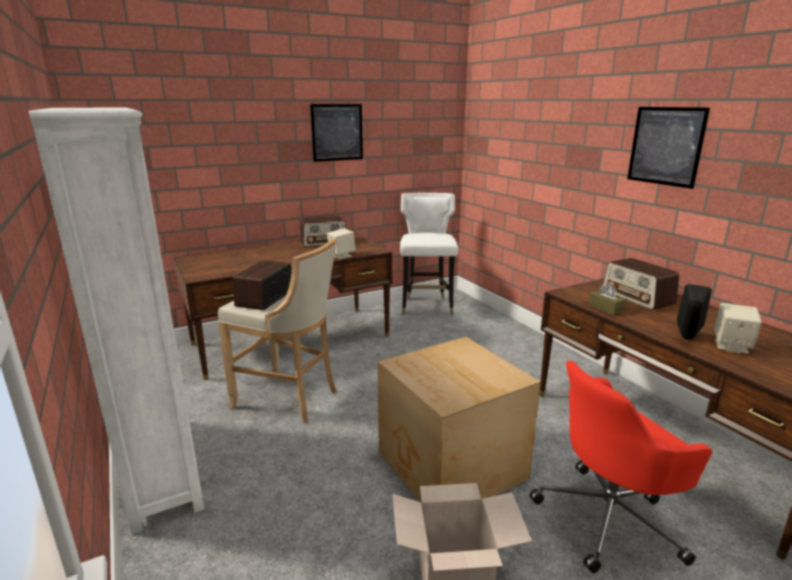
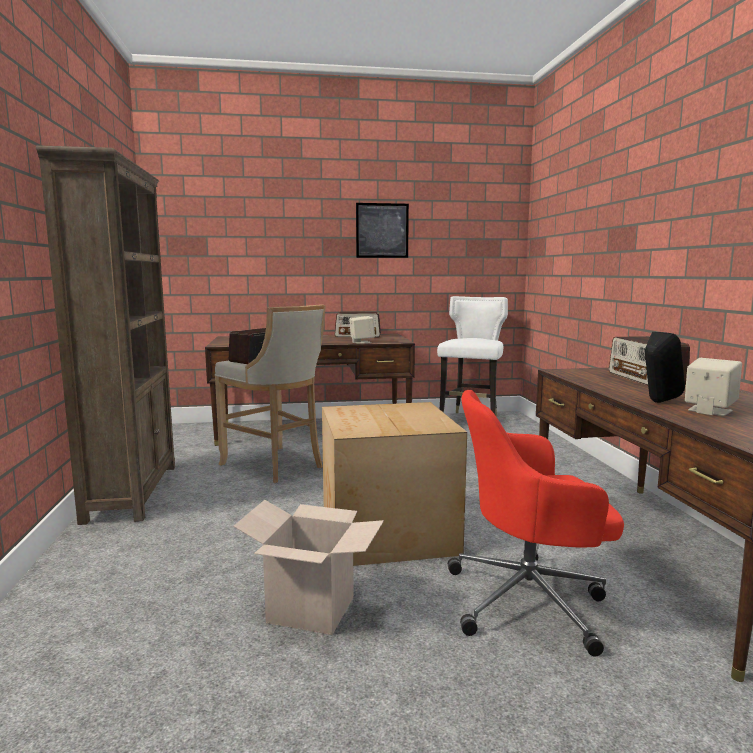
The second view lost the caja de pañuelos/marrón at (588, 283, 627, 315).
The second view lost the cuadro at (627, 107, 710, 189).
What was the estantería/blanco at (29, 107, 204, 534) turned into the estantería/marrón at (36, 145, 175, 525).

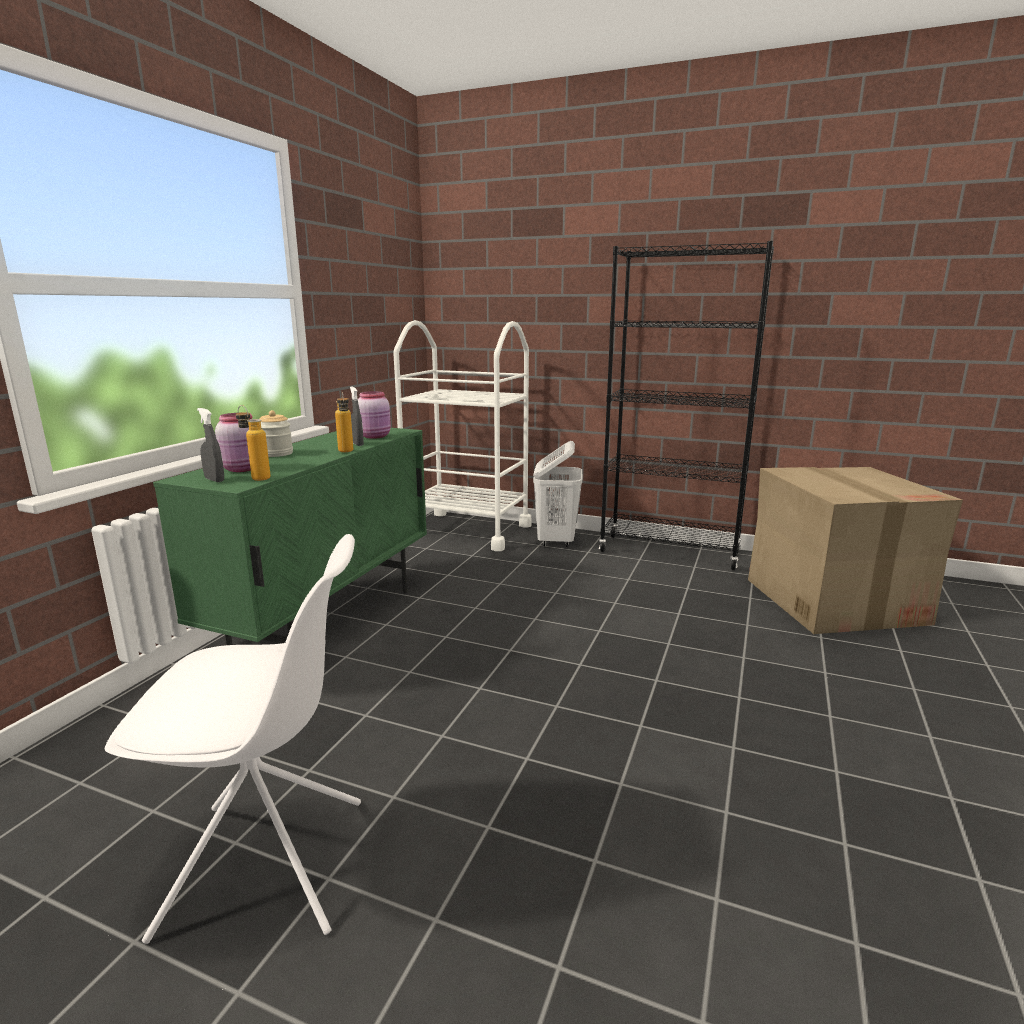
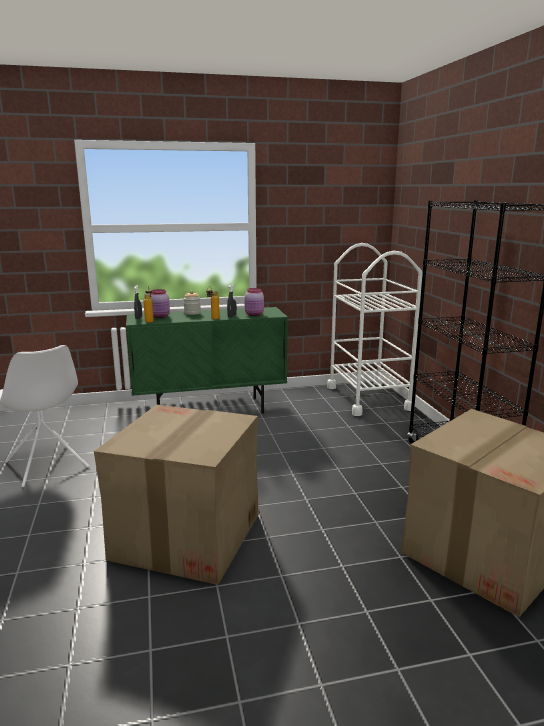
The second view lost the cesto de la ropa/blanco at (533, 441, 582, 547).
The second view gained the caja de cartón at (94, 405, 259, 585).

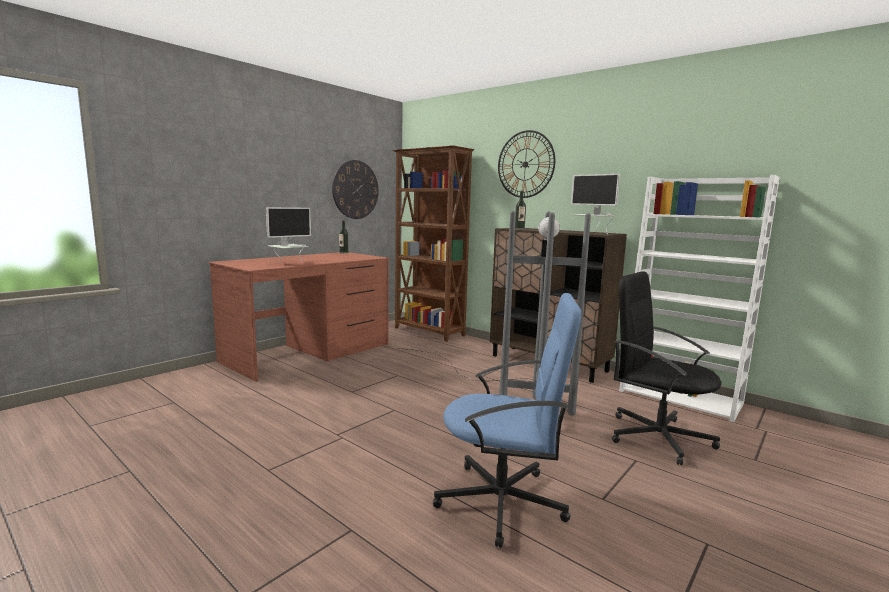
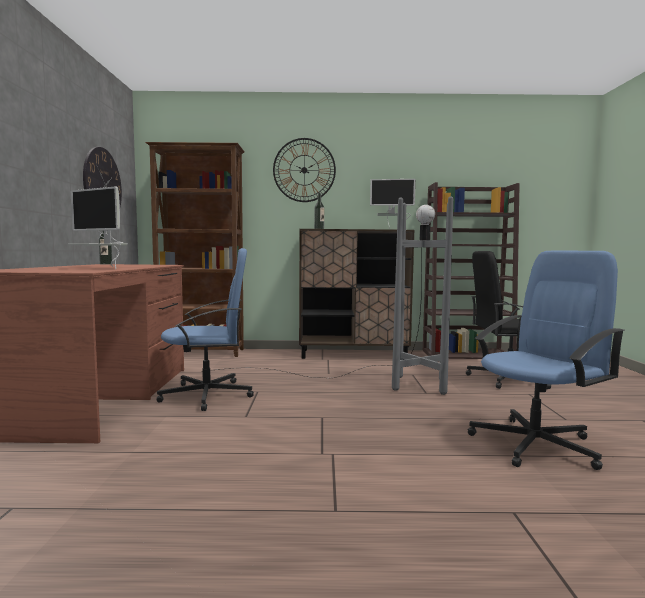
The second view gained the silla de oficina/azul at (156, 248, 254, 411).
What was the estantería/blanco at (619, 175, 780, 422) turned into the estantería/marrón at (423, 182, 520, 359).
The monitor at (266, 207, 311, 262) ended up facing another way, 120 degrees clockwise from before.

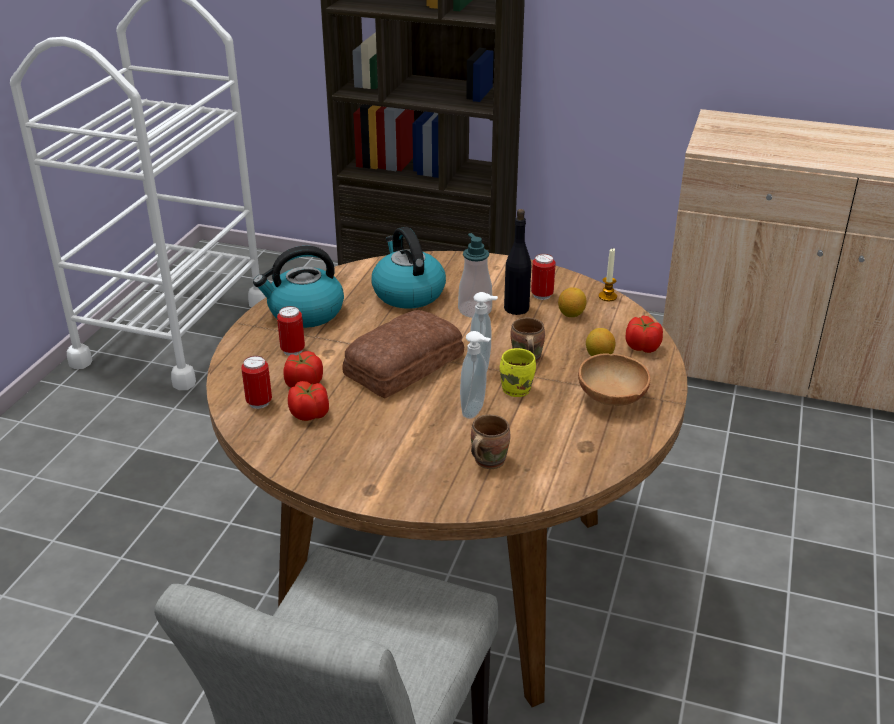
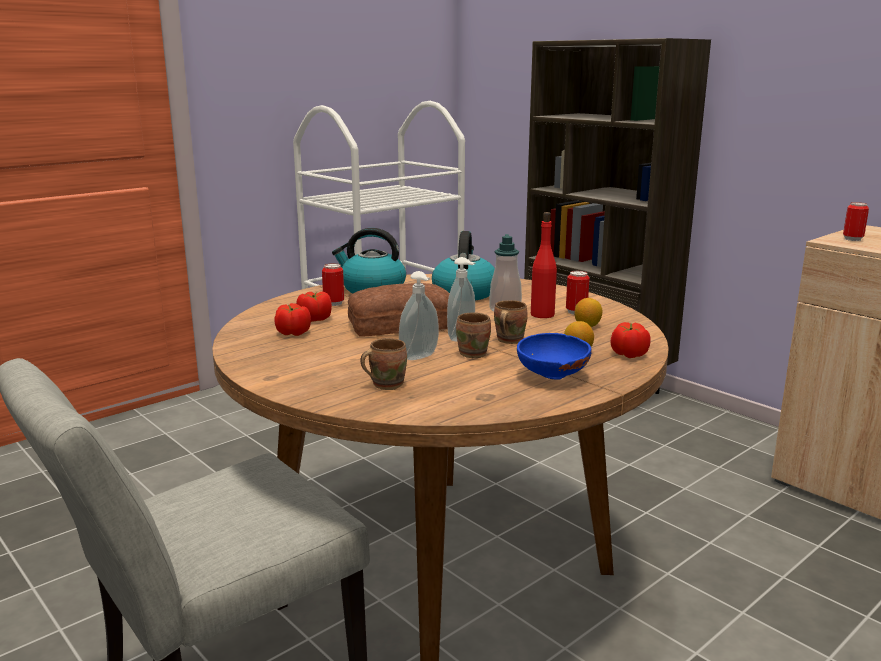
The second view lost the vela at (599, 248, 617, 301).
The lata ended up elsewhere, having gone from (241, 356, 272, 409) to (843, 202, 869, 241).
What was the taza grande/amarillo at (500, 348, 536, 397) turned into the taza grande/marrón at (456, 312, 491, 358).
What was the botella/negro at (504, 209, 531, 315) turned into the botella/rojo at (531, 212, 557, 318).
What was the cuenco/marrón at (578, 353, 650, 406) turned into the cuenco/azul at (517, 333, 591, 380).

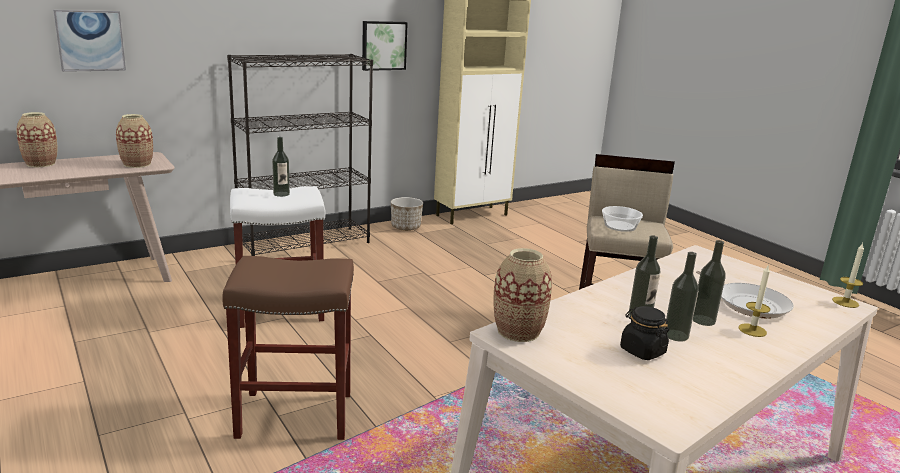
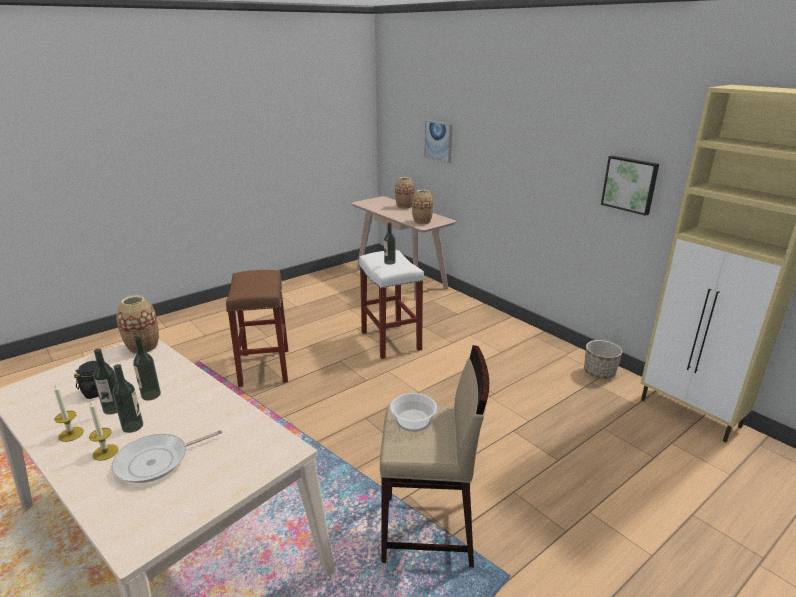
The second view lost the estantería/negro at (227, 54, 373, 256).
The vela ended up elsewhere, having gone from (832, 243, 864, 308) to (54, 385, 84, 442).

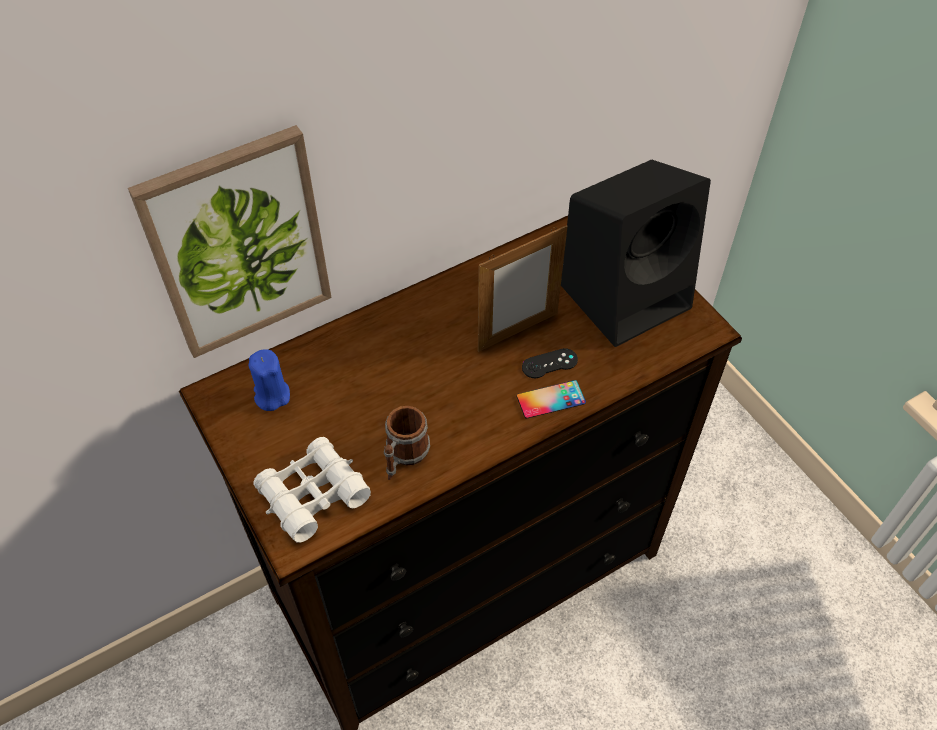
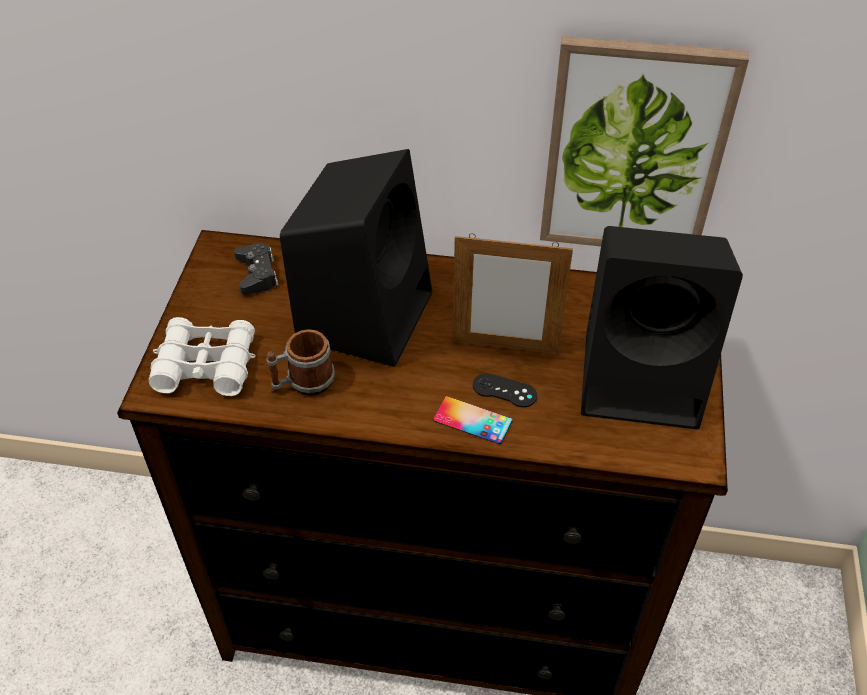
The second view gained the altavoz/negro at (280, 149, 432, 367).
The cuadro ended up elsewhere, having gone from (128, 125, 332, 358) to (540, 36, 749, 246).
Where the vela/azul stood at (249, 349, 290, 411), the mando de consola/negro came to stand at (234, 243, 278, 294).

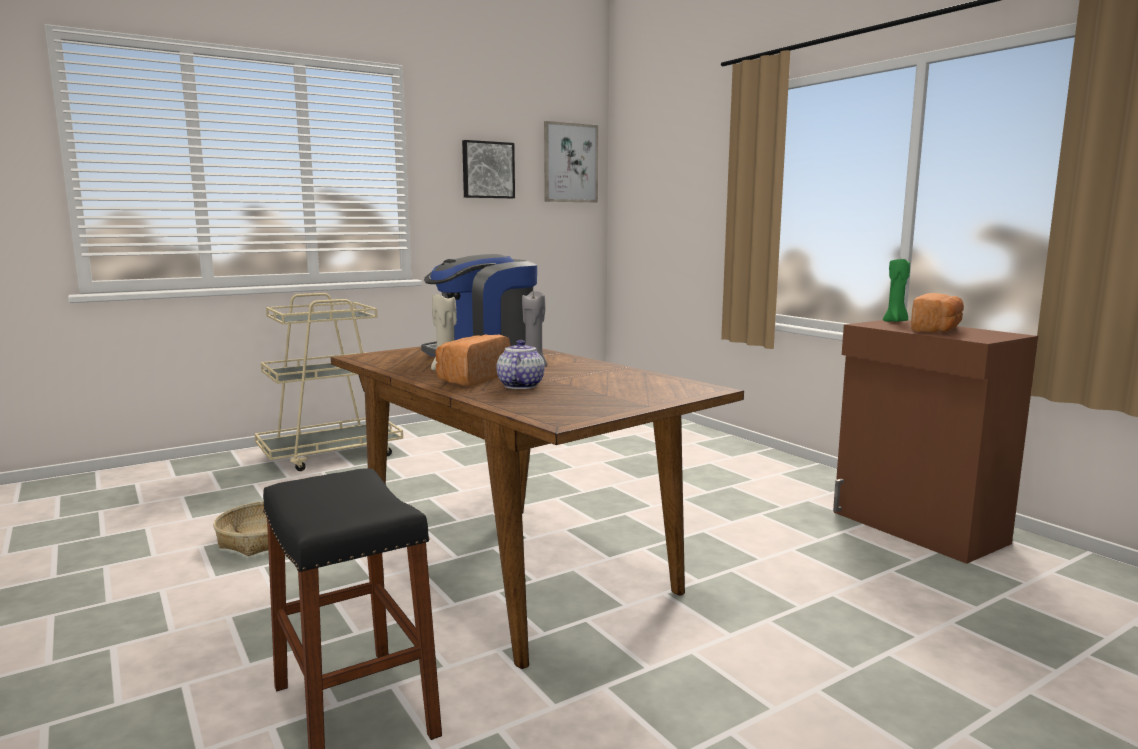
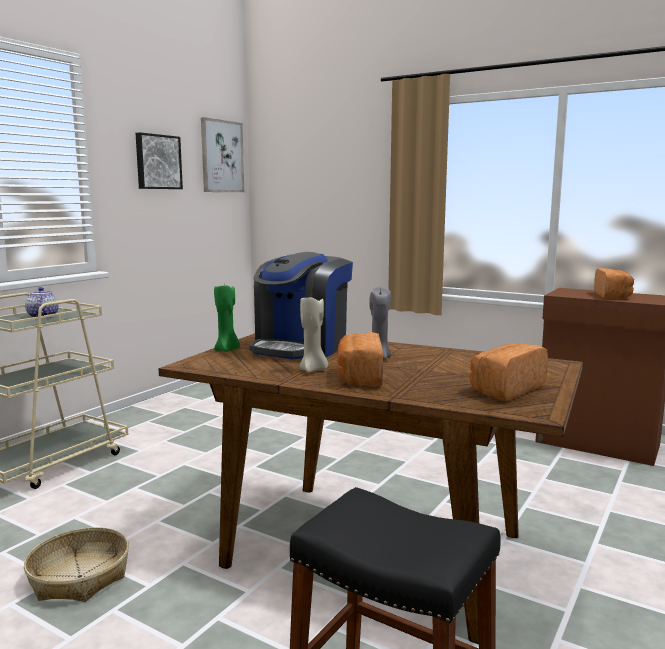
The second view gained the pan at (470, 343, 548, 401).
The tetera ended up elsewhere, having gone from (496, 340, 545, 389) to (25, 287, 59, 318).
The vela/verde ended up elsewhere, having gone from (883, 259, 910, 322) to (214, 284, 240, 352).

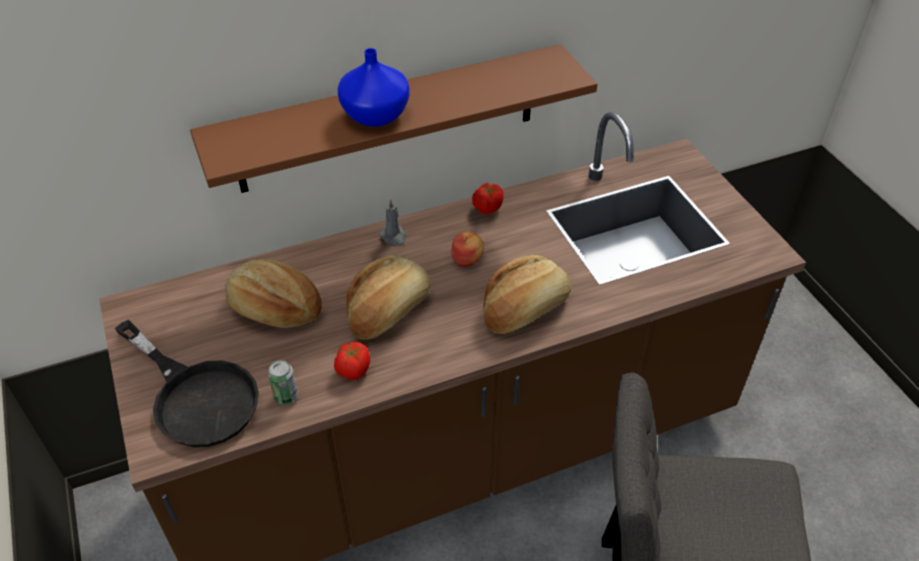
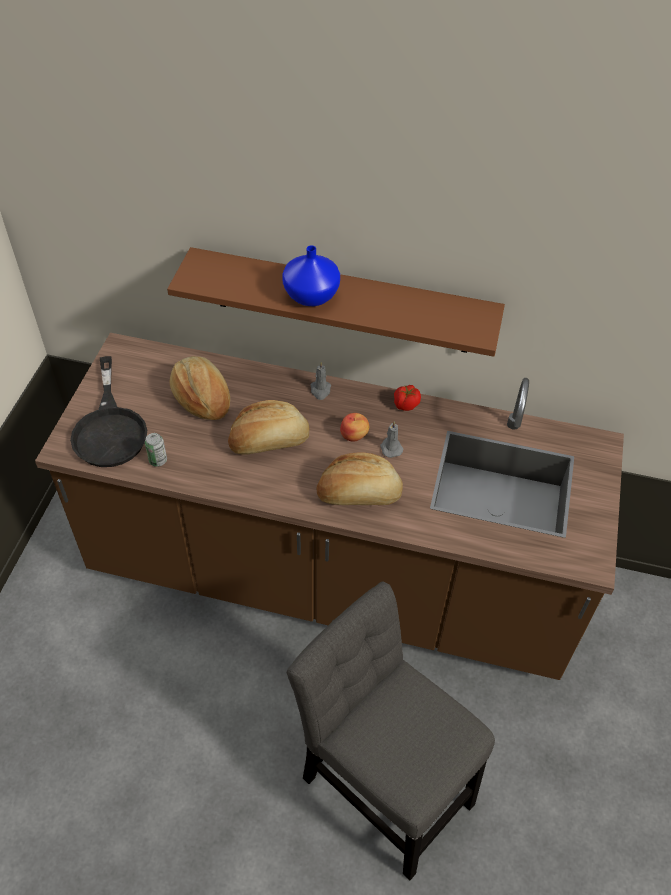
The second view lost the tomate at (334, 342, 370, 380).
The second view gained the vela/gris at (380, 421, 403, 458).

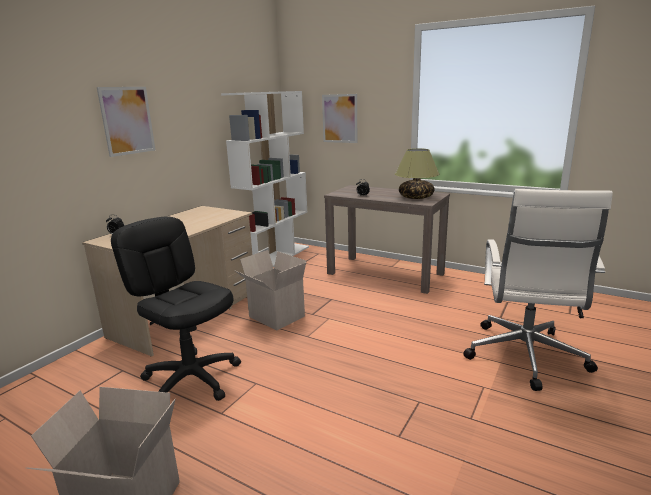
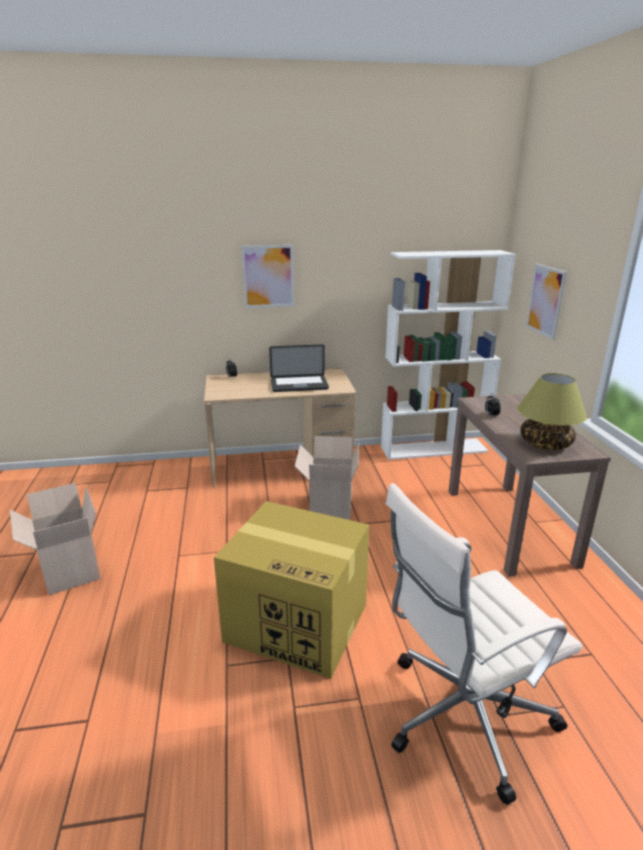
The second view lost the silla de oficina/negro at (111, 217, 241, 401).
The second view gained the caja de cartón at (214, 501, 369, 679).
The second view gained the portátil at (269, 344, 329, 392).

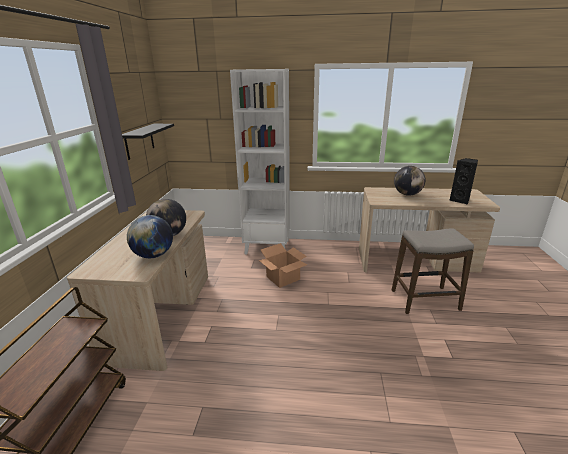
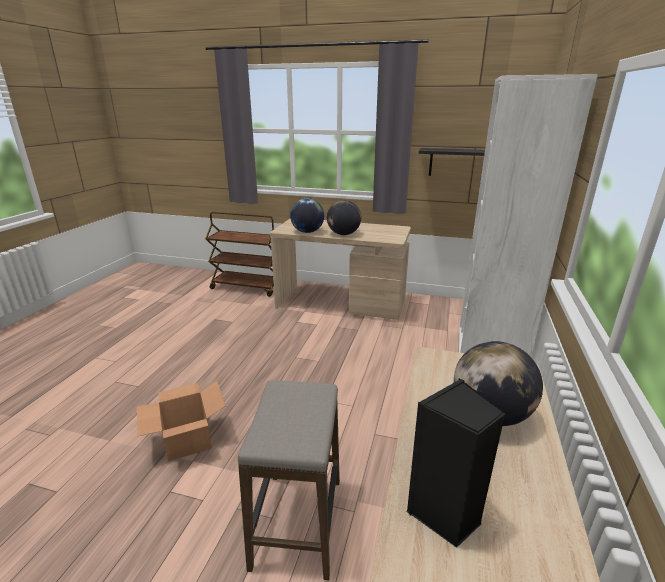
The caja de cartón ended up elsewhere, having gone from (259, 243, 307, 288) to (137, 381, 225, 461).

